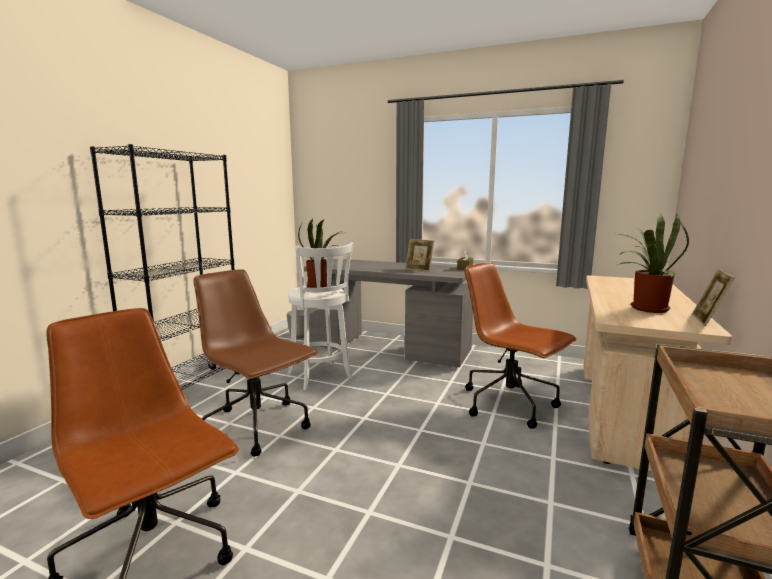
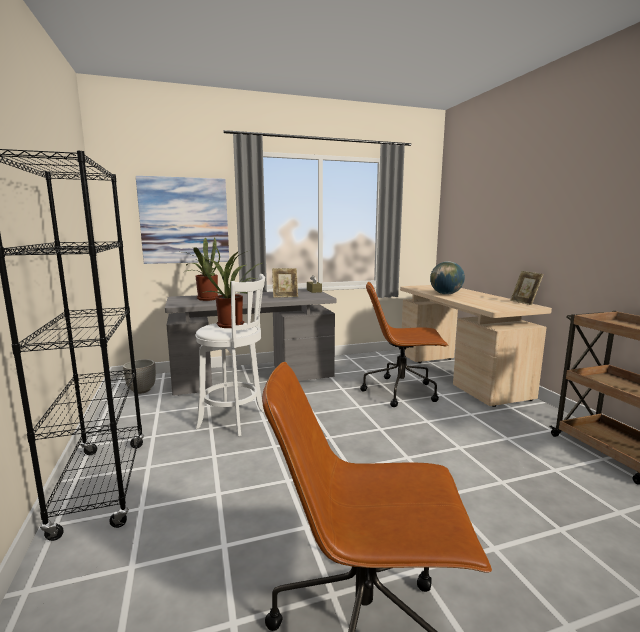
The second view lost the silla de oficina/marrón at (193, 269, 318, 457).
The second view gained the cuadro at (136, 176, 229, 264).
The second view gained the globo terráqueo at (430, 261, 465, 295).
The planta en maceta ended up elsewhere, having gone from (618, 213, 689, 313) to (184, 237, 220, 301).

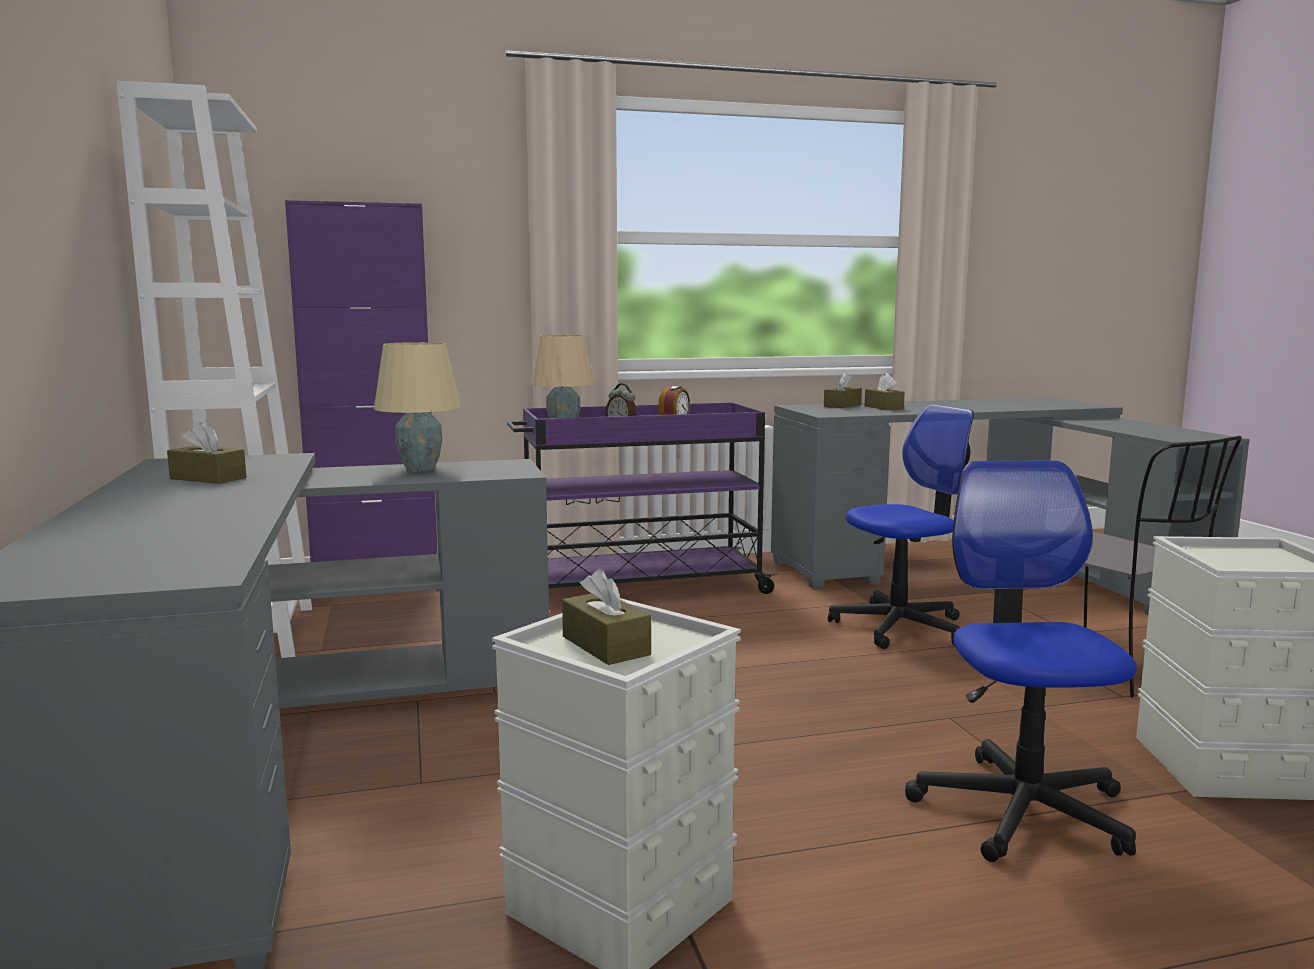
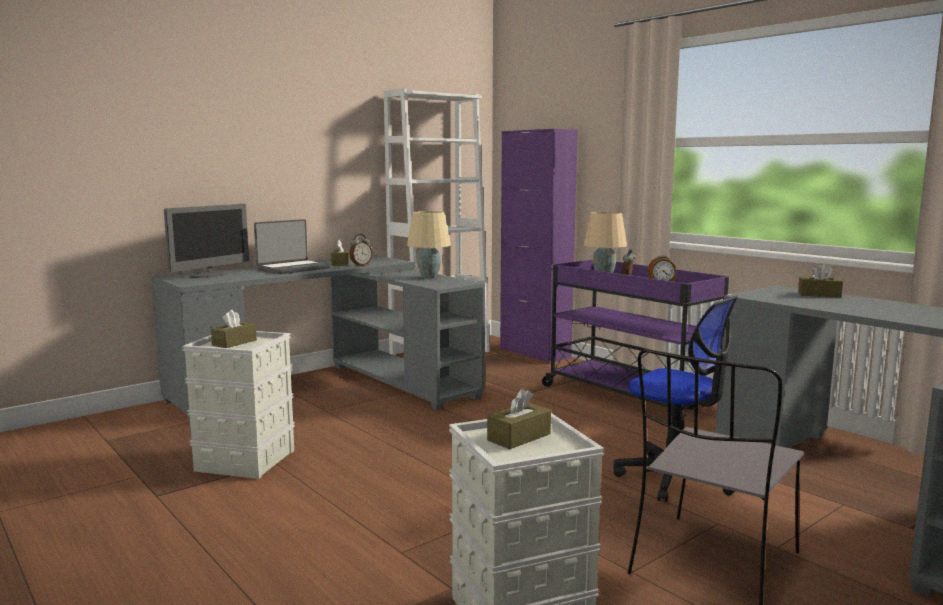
The second view lost the silla de oficina at (905, 460, 1137, 862).
The second view gained the monitor at (164, 204, 249, 278).
The second view gained the portátil at (254, 219, 331, 274).
The second view gained the despertador at (349, 234, 373, 266).
The caja de pañuelos/marrón ended up elsewhere, having gone from (865, 373, 905, 410) to (487, 389, 551, 449).

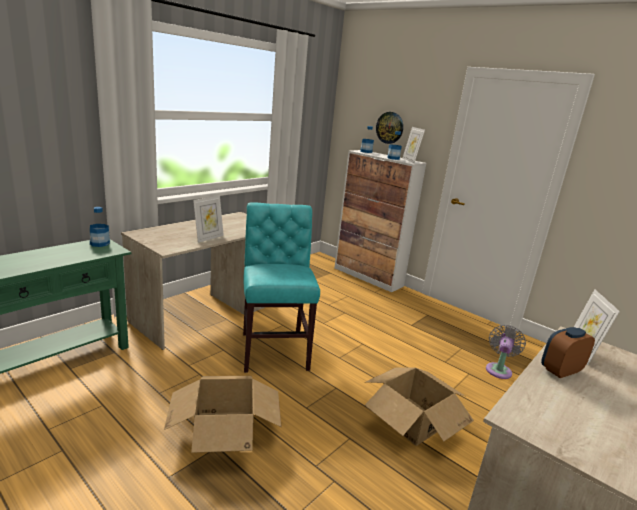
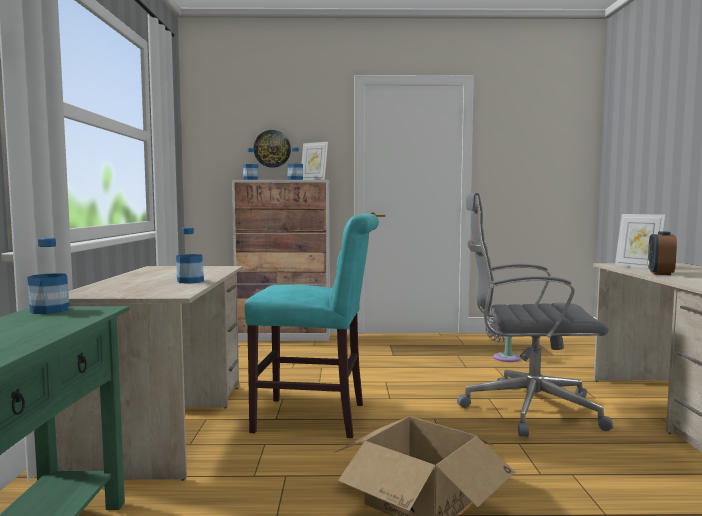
Where the portarretratos stood at (193, 195, 224, 243), the botella came to stand at (176, 228, 204, 284).
Where the caja de cartón stood at (365, 368, 474, 446), the silla de oficina/gris came to stand at (457, 193, 613, 437).
The silla/turquesa at (243, 202, 320, 373) ended up facing another way, 150 degrees clockwise from before.

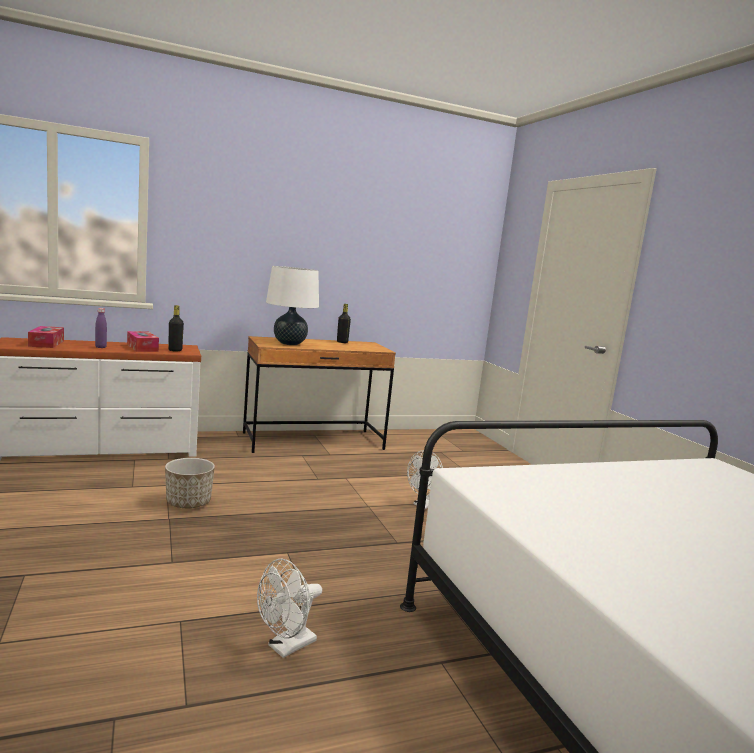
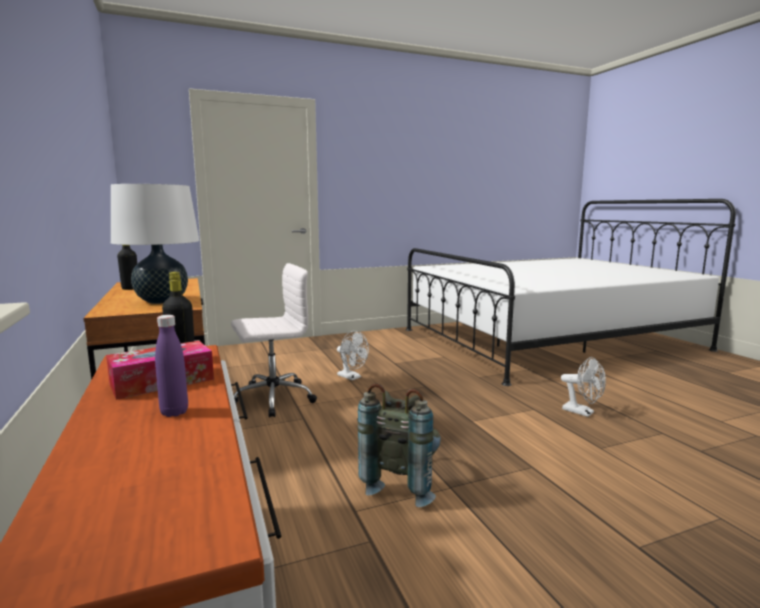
The second view lost the caja de pañuelos at (28, 326, 64, 348).
The second view gained the silla de oficina/blanco at (231, 263, 317, 418).
Where the maceta stood at (165, 458, 215, 509), the mochila/gris came to stand at (357, 383, 441, 507).

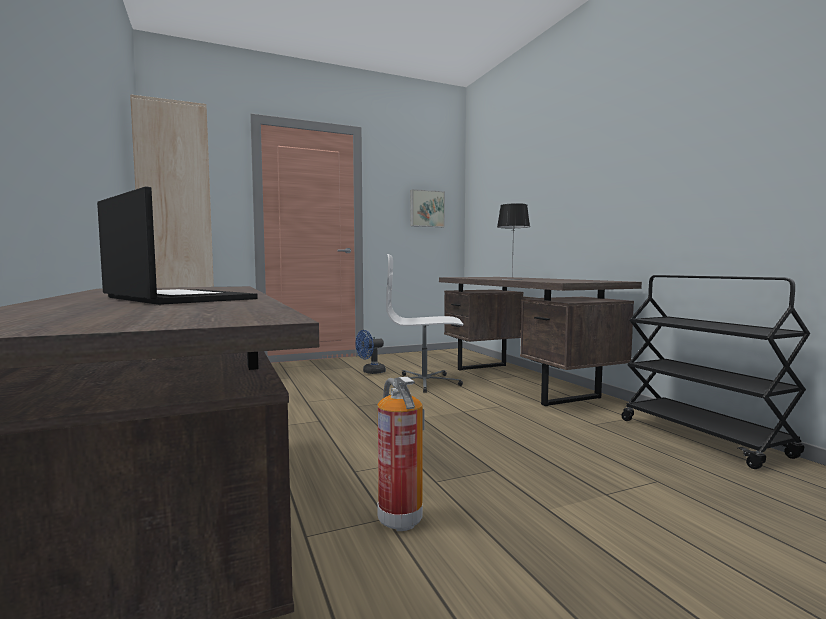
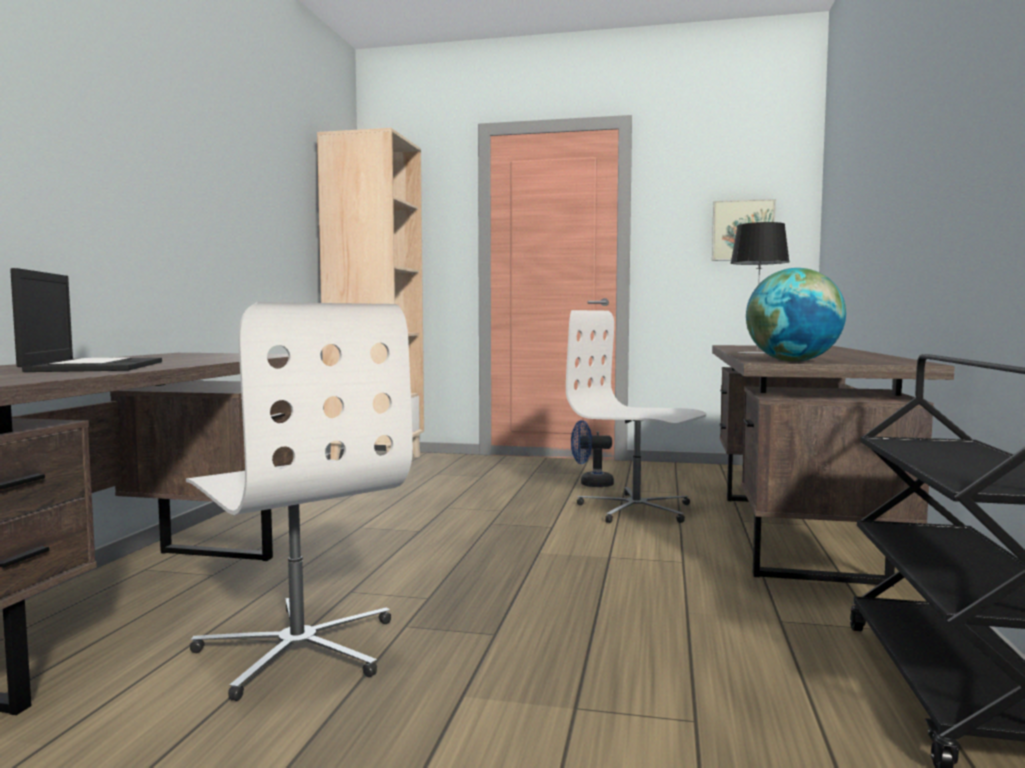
The second view gained the globo terráqueo at (746, 268, 846, 362).
Where the extintor stood at (377, 377, 424, 531), the silla de oficina/blanco came to stand at (186, 302, 413, 701).

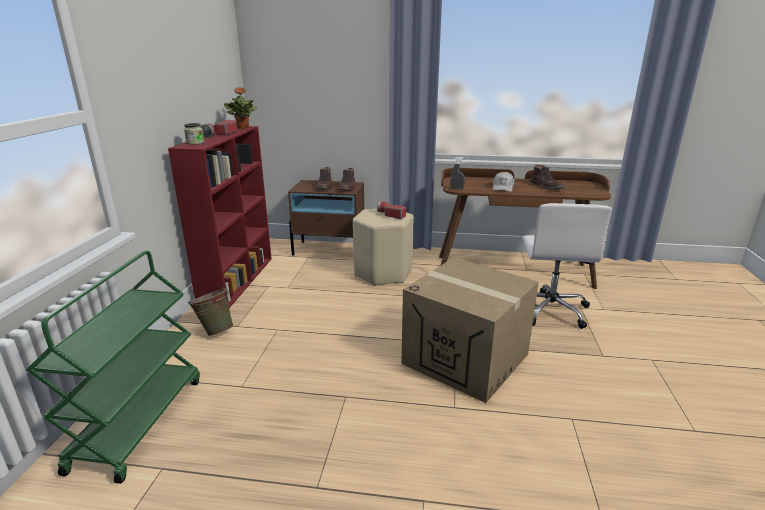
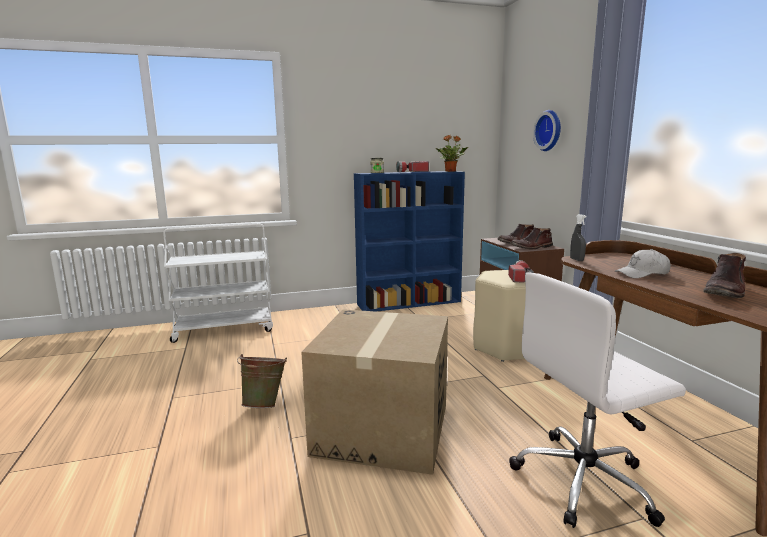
The second view gained the reloj de pared at (533, 110, 561, 151).
The cubo/verde ended up elsewhere, having gone from (188, 287, 233, 336) to (237, 354, 287, 408).
What was the carrito/verde at (26, 251, 200, 484) turned into the carrito/blanco at (163, 224, 273, 343).
What was the estantería/rojo at (168, 126, 272, 308) turned into the estantería/azul at (354, 171, 465, 312).

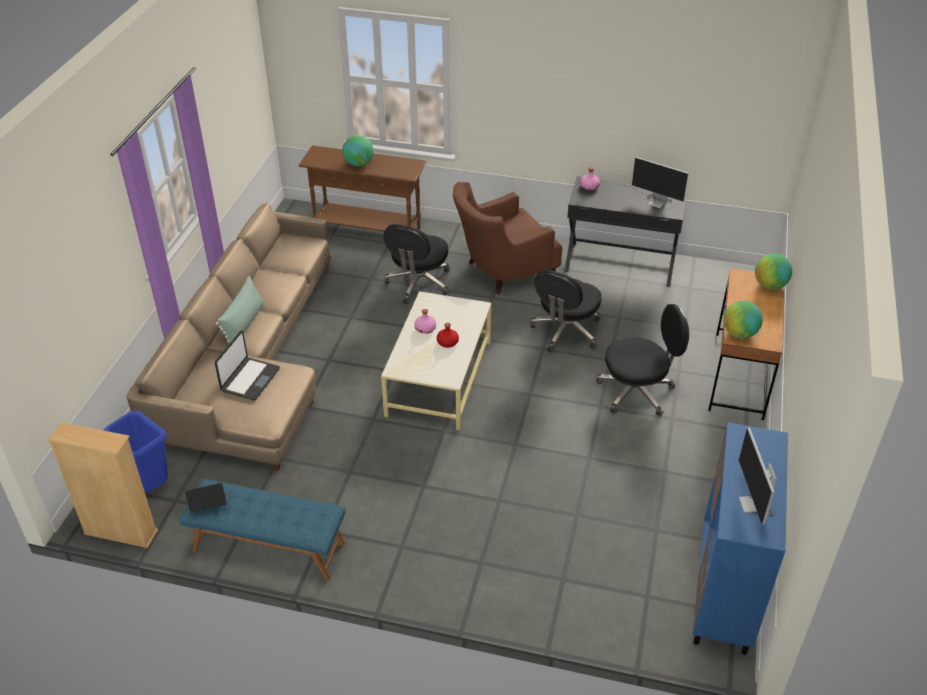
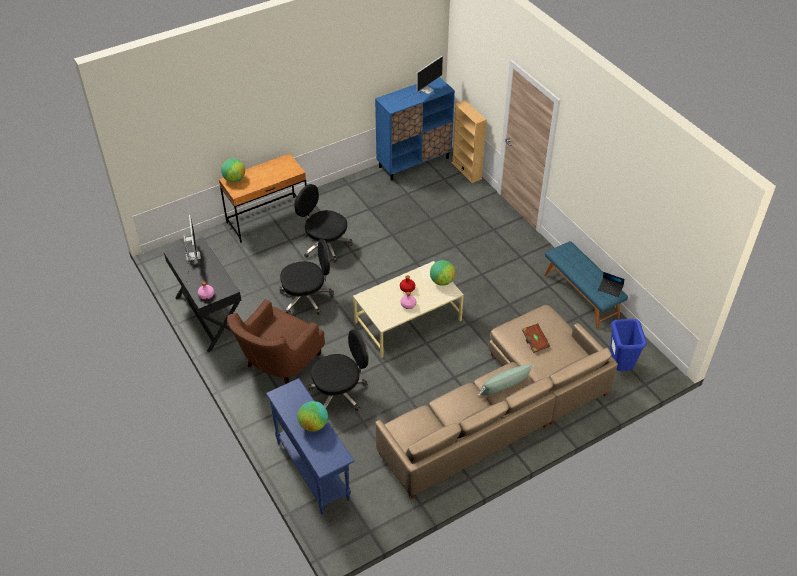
The estantería/beis ended up elsewhere, having gone from (48, 422, 158, 548) to (452, 100, 487, 183).
The globo terráqueo ended up elsewhere, having gone from (723, 301, 763, 339) to (430, 260, 455, 286).
Where the portátil stood at (215, 330, 280, 400), the libro/marrón came to stand at (522, 323, 550, 353).
What was the mesa consola/marrón at (298, 145, 426, 231) turned into the mesa consola/azul at (266, 378, 355, 514).
The sillón/marrón at (453, 182, 562, 294) ended up facing another way, 105 degrees clockwise from before.

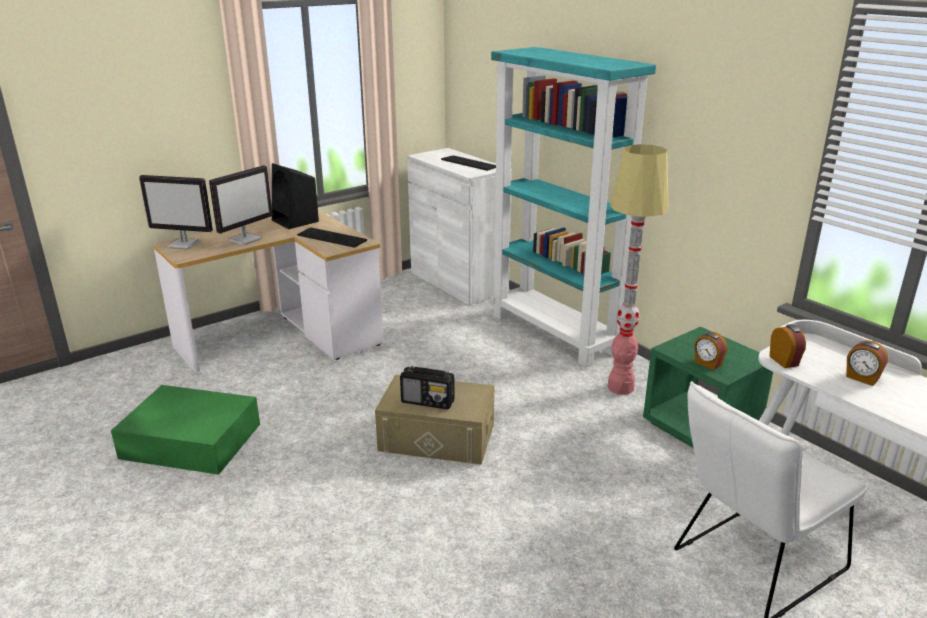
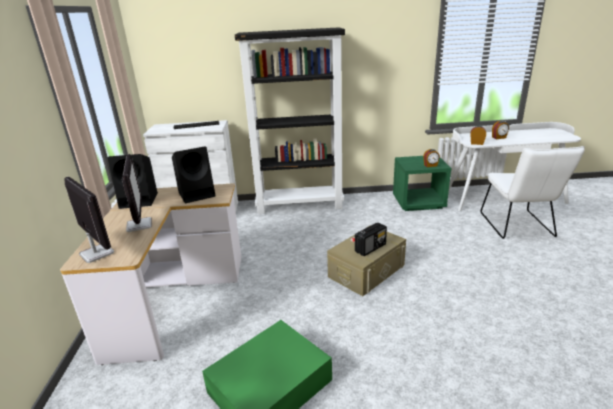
The second view lost the lámpara de pie at (608, 144, 669, 395).
Where the teclado stood at (297, 228, 367, 248), the altavoz/negro came to stand at (172, 146, 216, 203).
What was the estantería/turquesa at (491, 47, 656, 368) turned into the estantería/negro at (235, 27, 345, 214).
The monitor at (139, 175, 213, 249) ended up facing another way, 90 degrees counterclockwise from before.

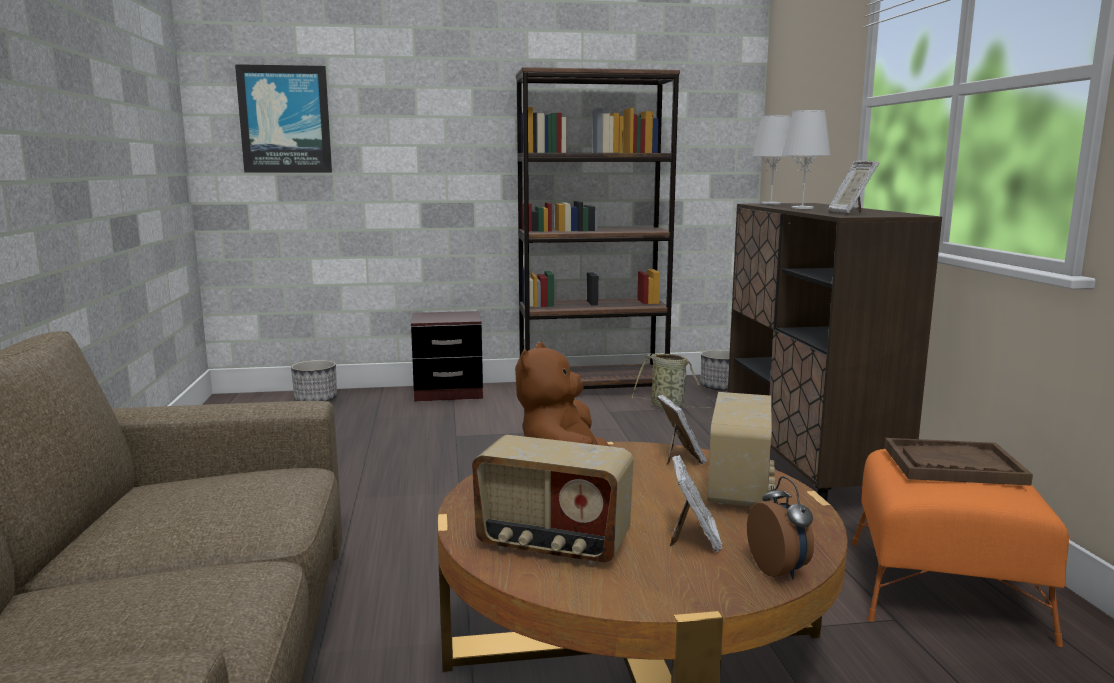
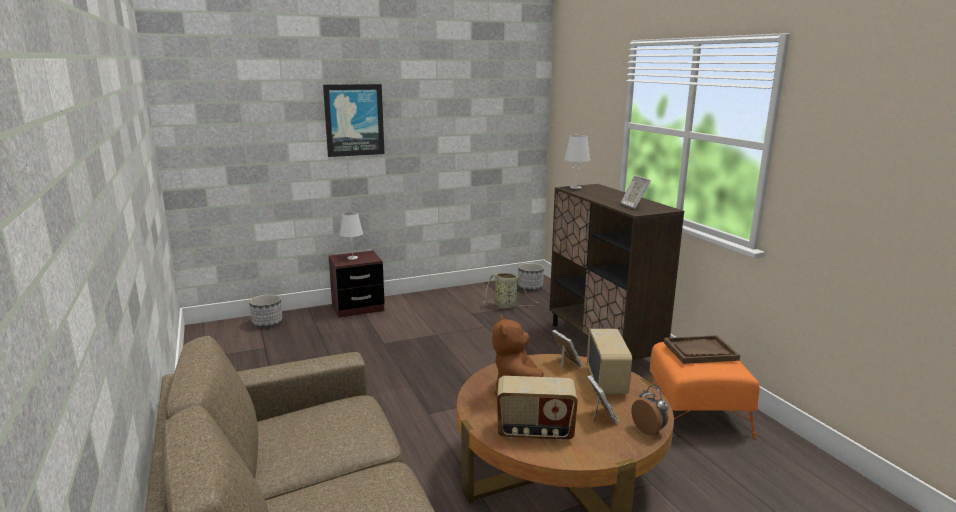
The second view lost the estantería/marrón at (516, 67, 680, 389).
The cuadro ended up elsewhere, having gone from (235, 64, 332, 173) to (323, 84, 384, 157).
The lámpara de mesa/blanco ended up elsewhere, having gone from (781, 110, 831, 209) to (339, 211, 363, 260).

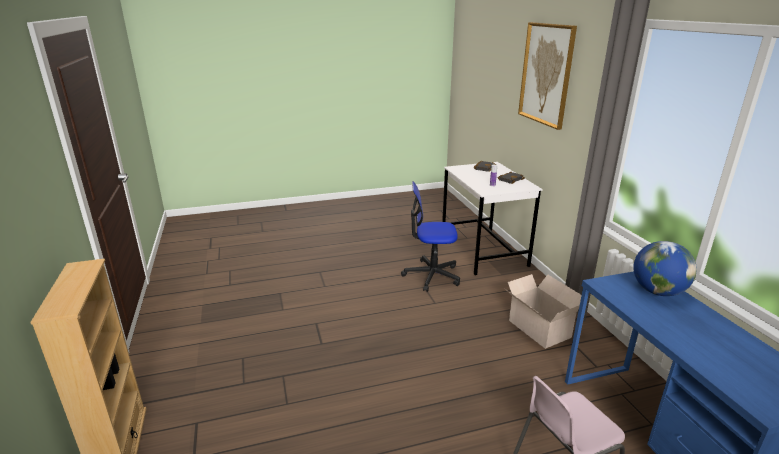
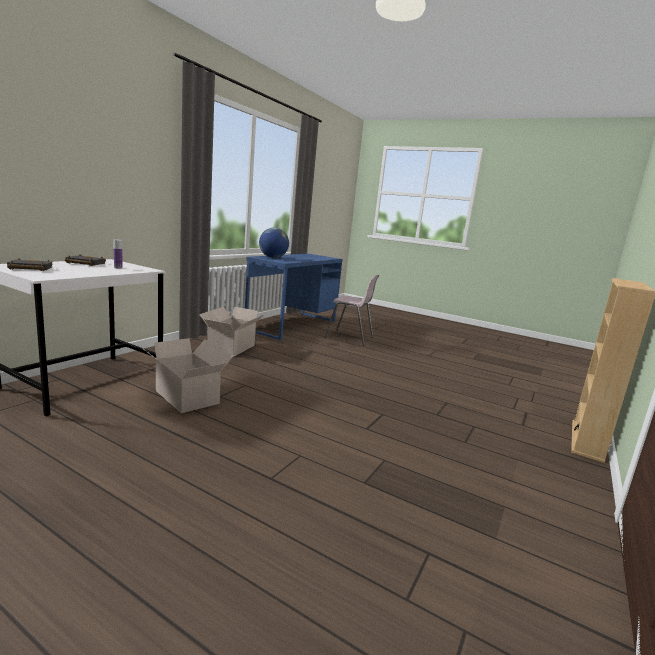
The second view lost the cuadro at (518, 22, 577, 130).
Where the silla de oficina stood at (401, 181, 460, 292), the caja de cartón came to stand at (142, 338, 233, 413).

